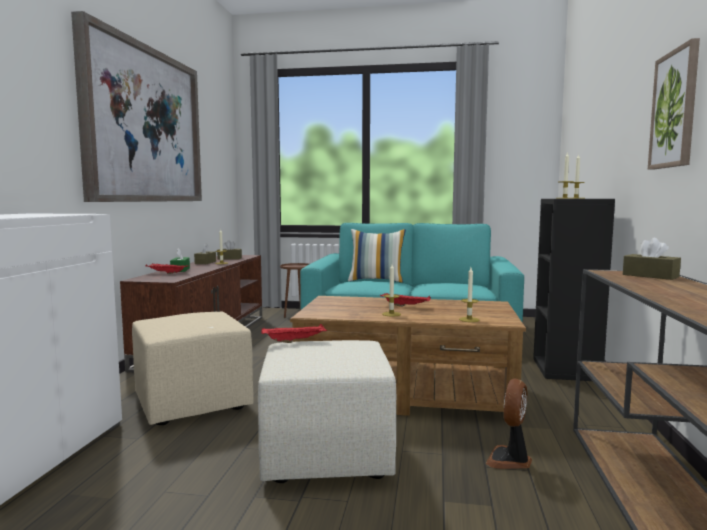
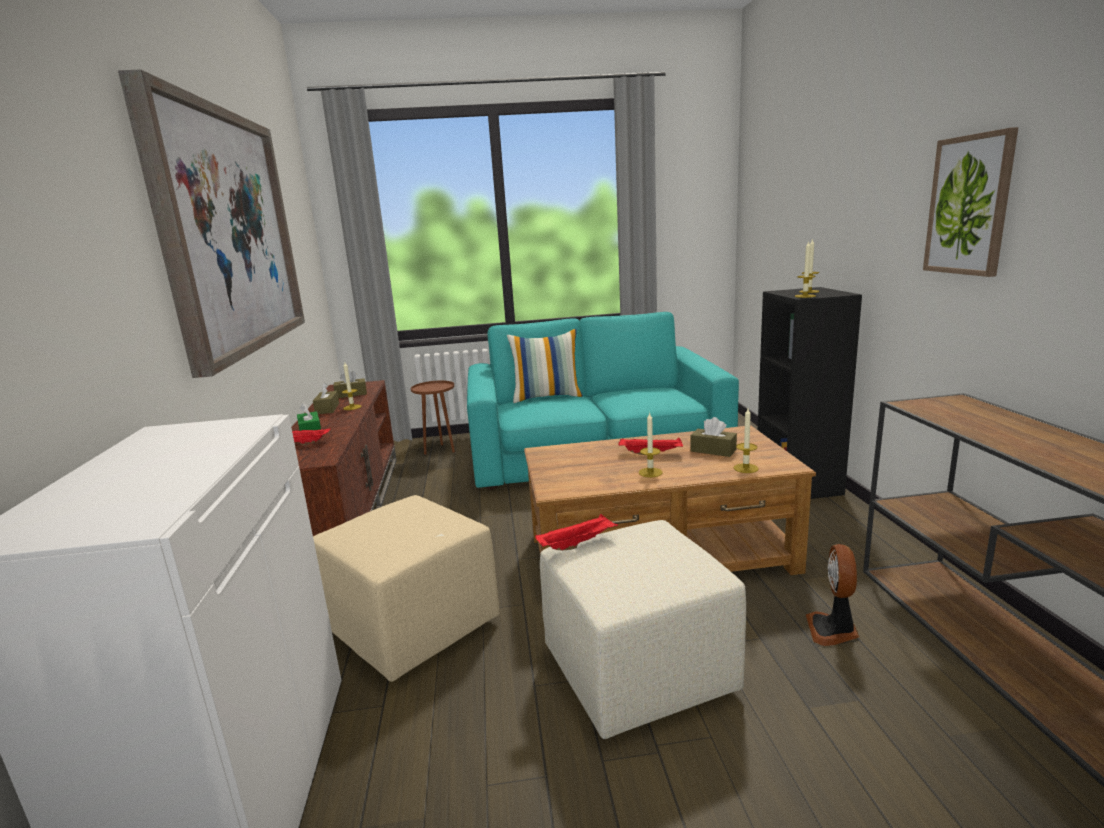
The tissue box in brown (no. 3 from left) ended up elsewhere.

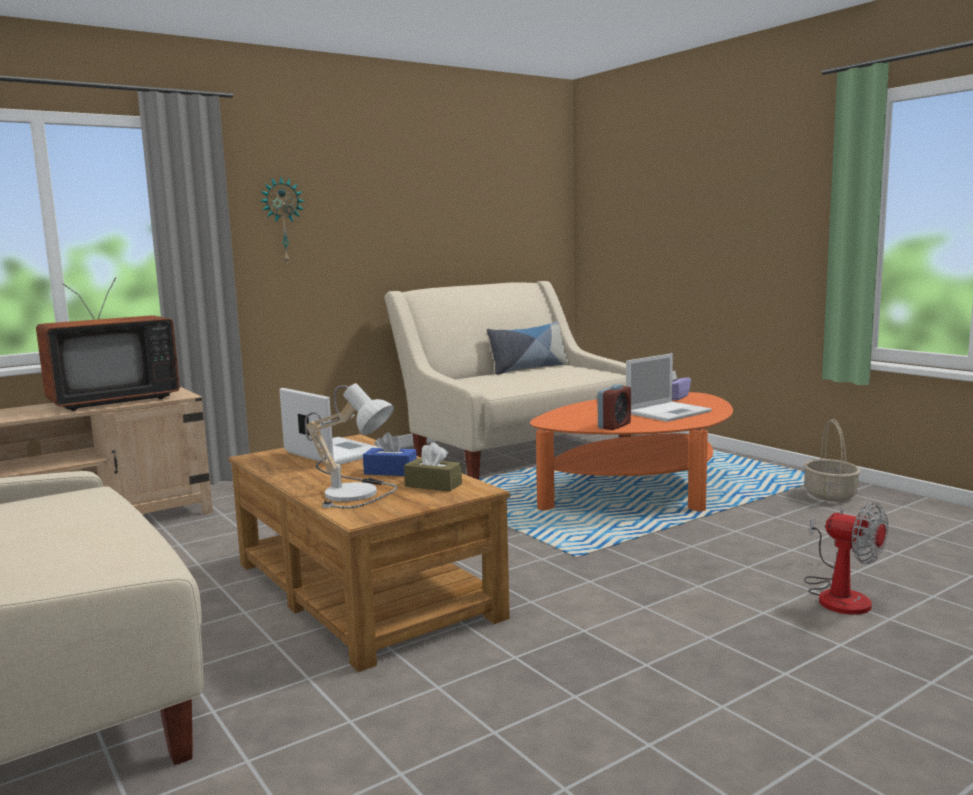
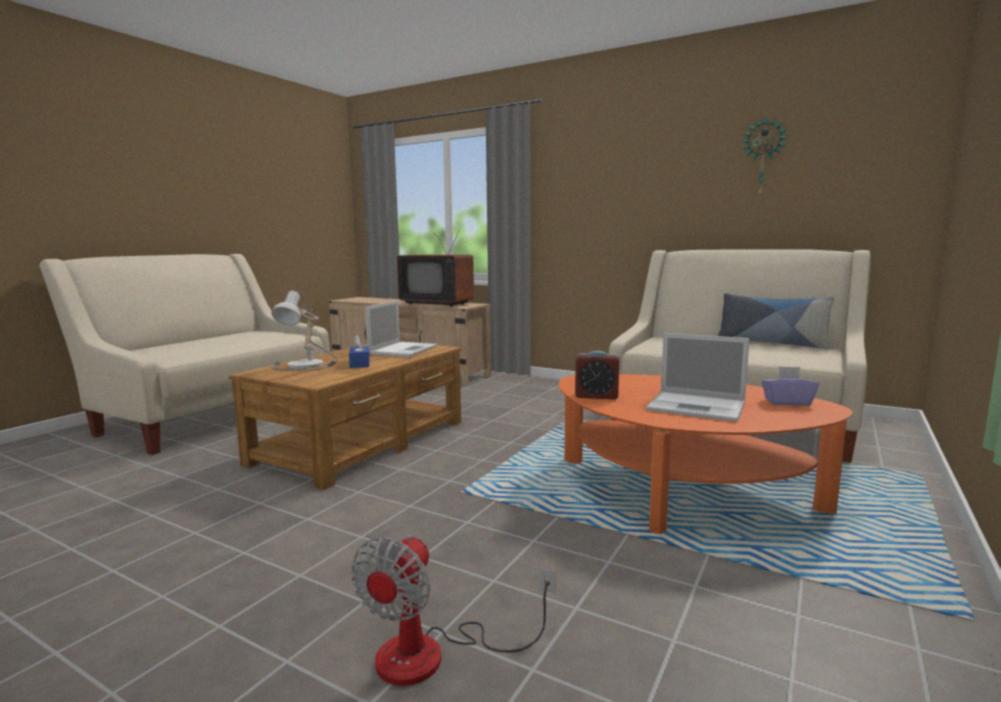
The second view lost the tissue box in brown.
The second view lost the basket.
The wall clock ended up elsewhere.

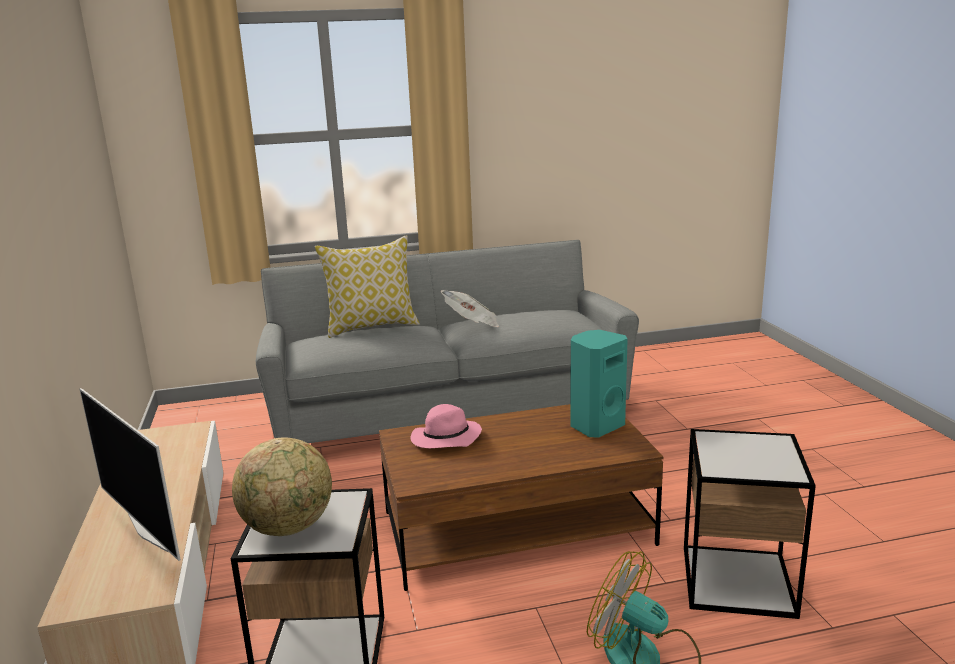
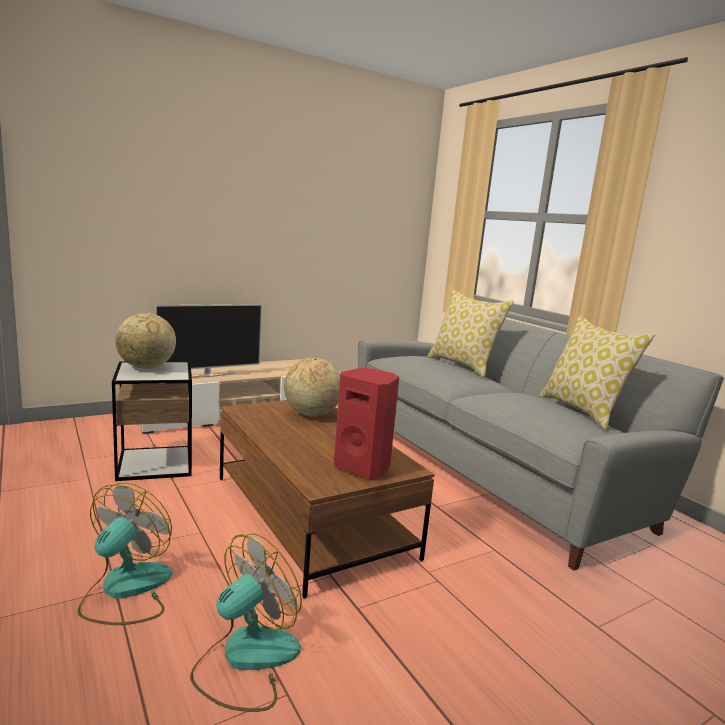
The second view lost the newspaper.
The second view gained the pillow (no. 2 from left).
Where the hat in pink stood, the globe (no. 2 from left) came to stand.
Where the side table (no. 2 from left) stood, the fan (no. 2 from left) came to stand.
What was the speaker in turquoise turned into the speaker in red.
The television ended up facing another way, 150 degrees counterclockwise from before.

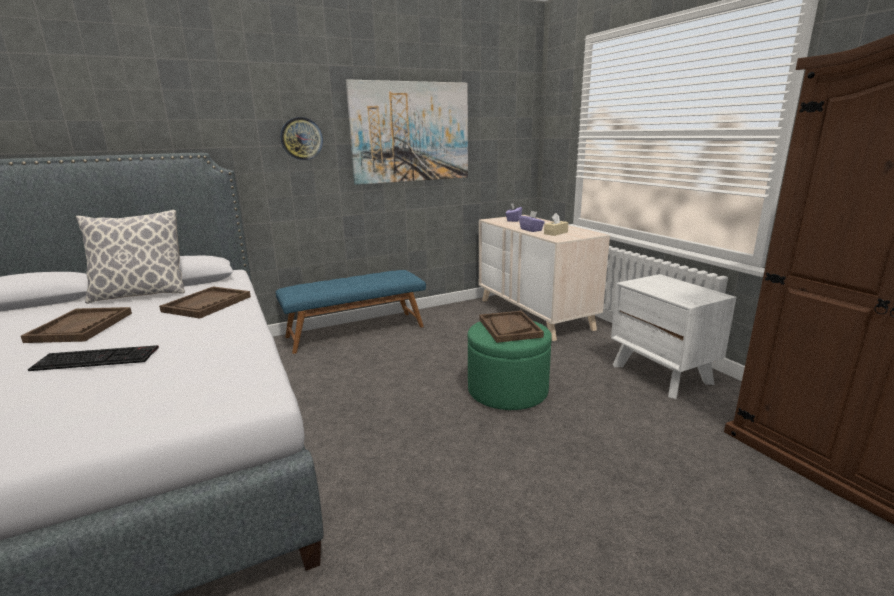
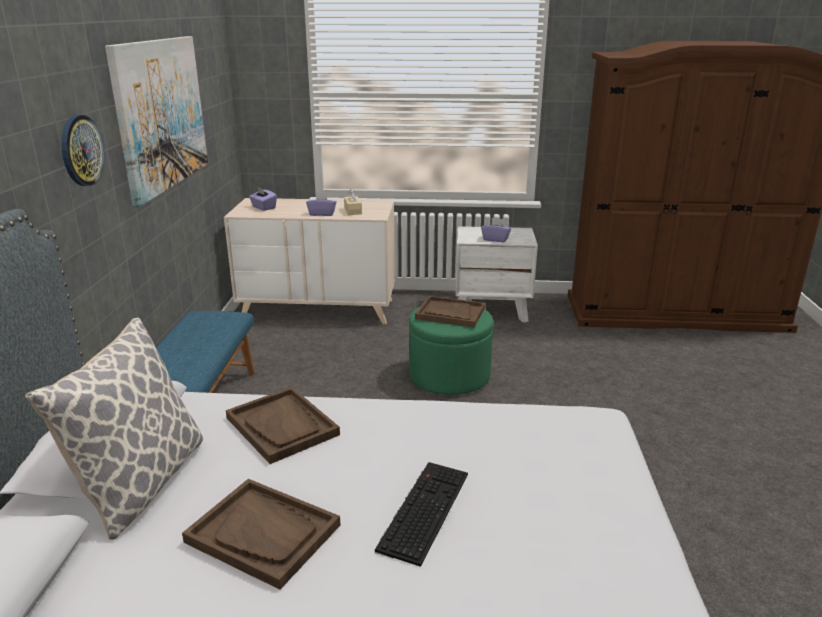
The second view gained the tissue box in purple (no. 3 from left).

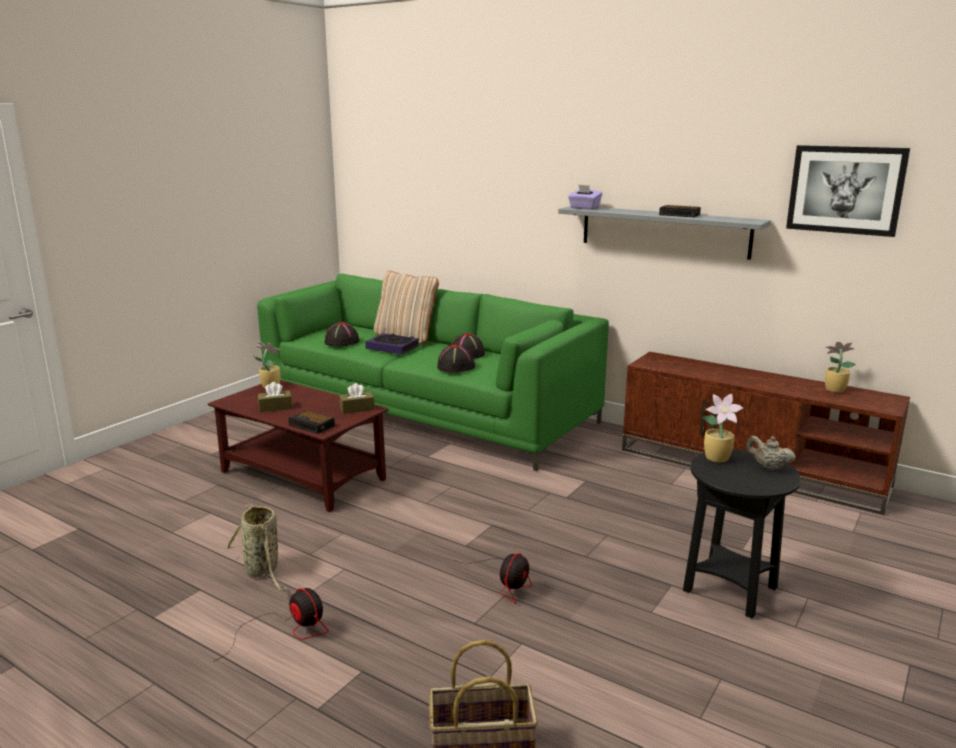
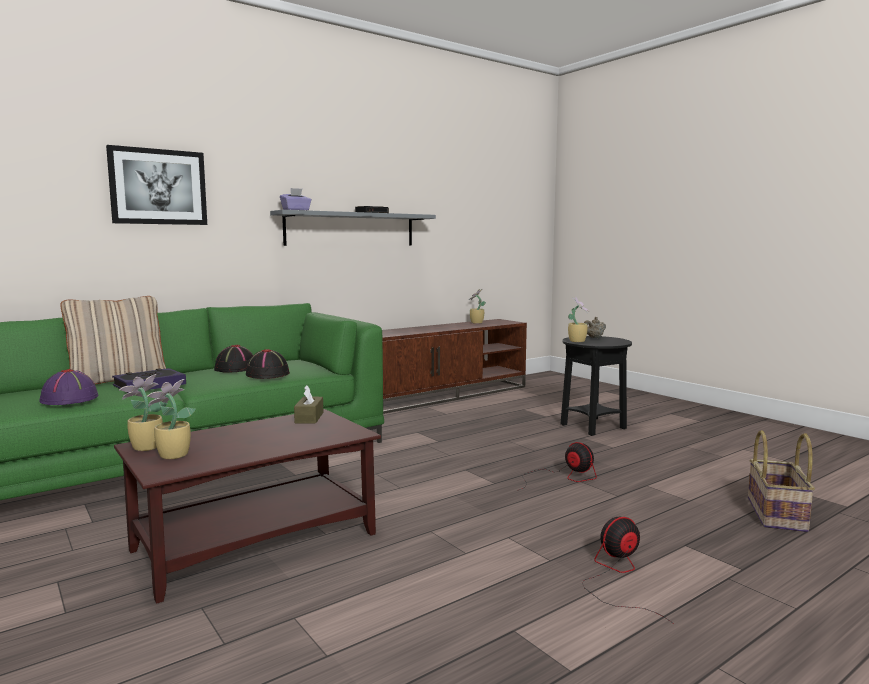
The second view lost the basket (no. 1 from left).
The second view lost the tissue box in brown (no. 1 from left).
The second view lost the alarm clock (no. 1 from left).
The second view gained the potted plant (no. 2 from left).
The picture ended up elsewhere.
What was the hat in black (no. 1 from left) turned into the hat in purple.

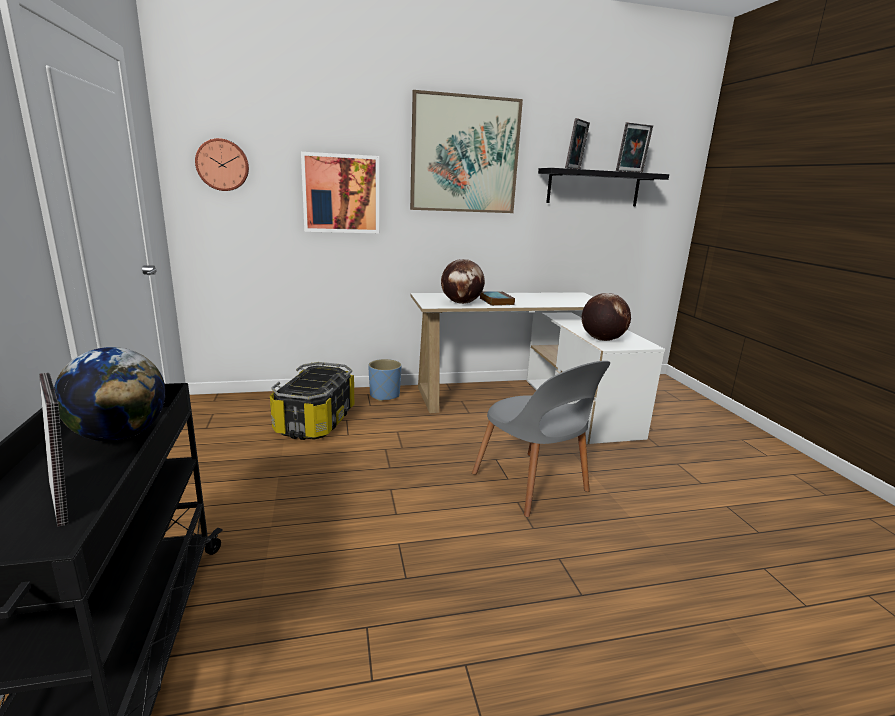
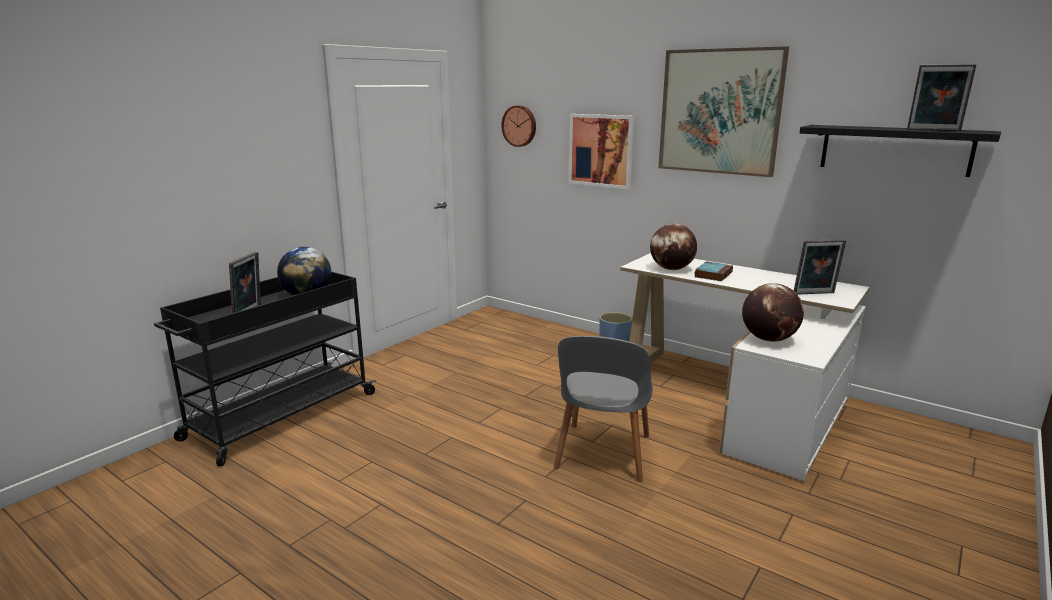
The second view lost the storage box.
The picture frame (no. 2 from left) ended up elsewhere.

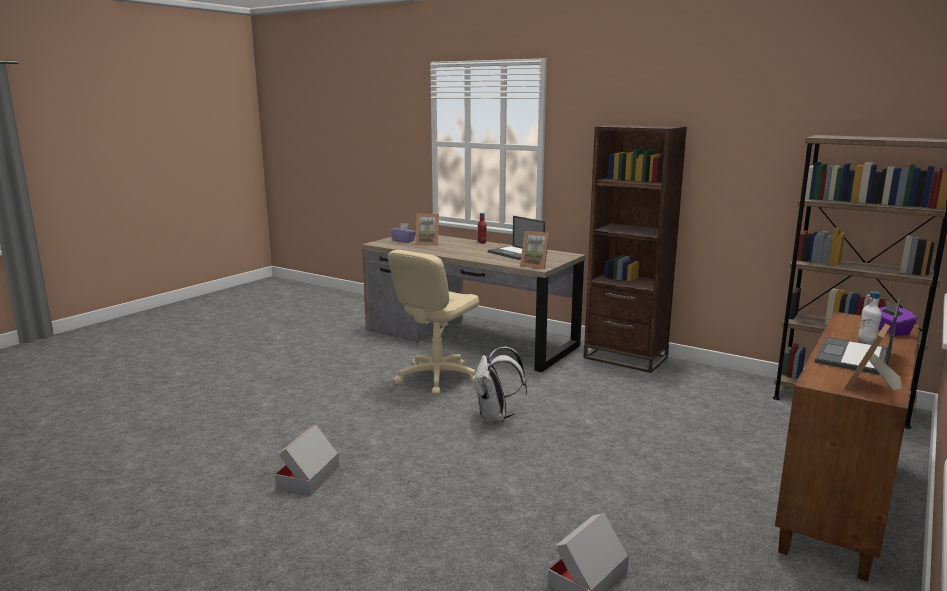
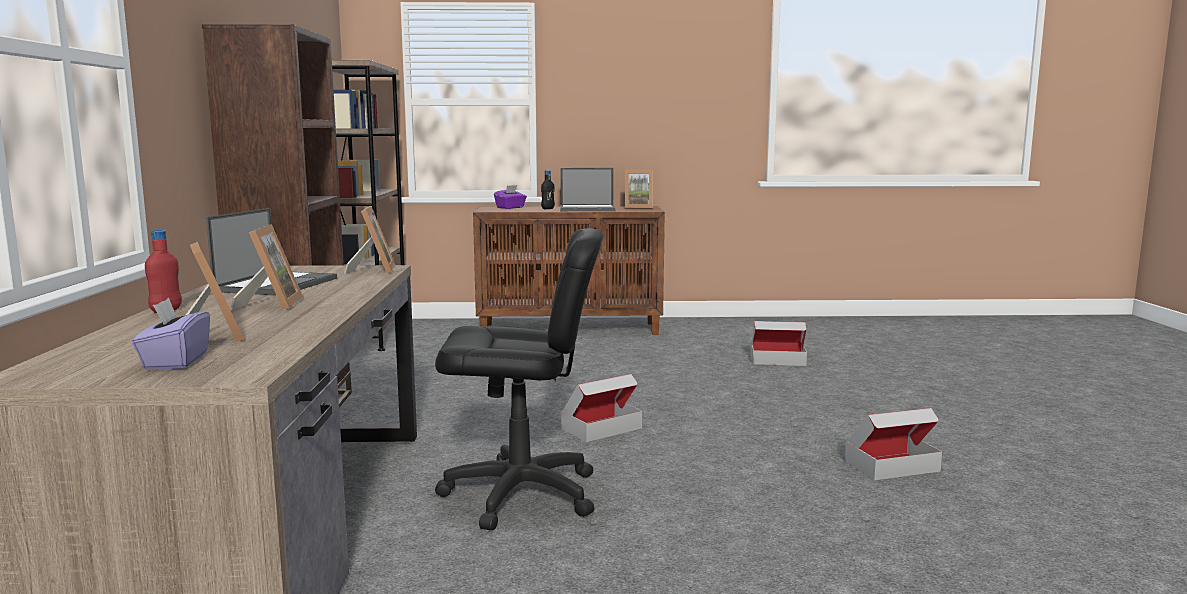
The second view gained the picture frame (no. 2 from left).
Where the backpack in white stood, the cardboard box (no. 1 from left) came to stand.
What was the office chair in beige turned into the office chair in black.
What was the bottle in white turned into the bottle in black.

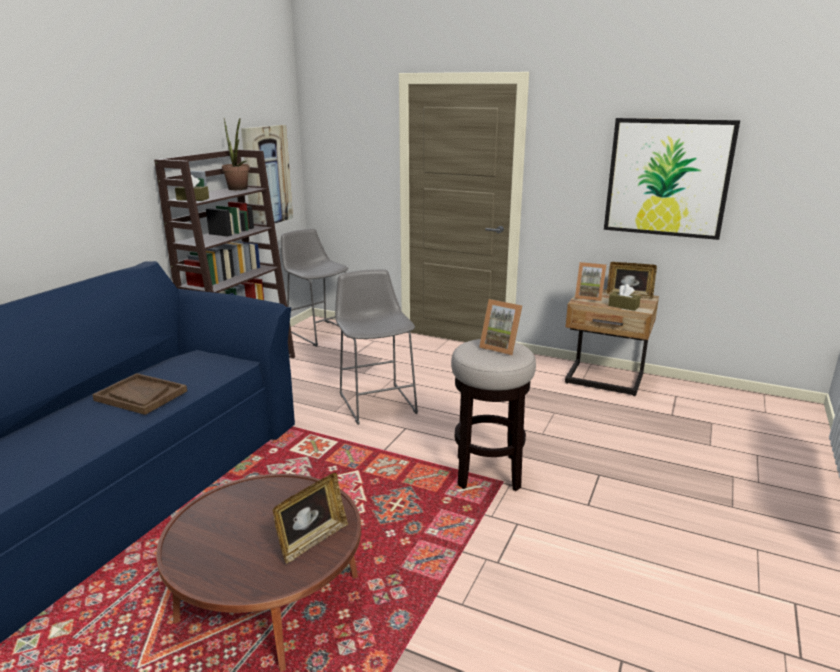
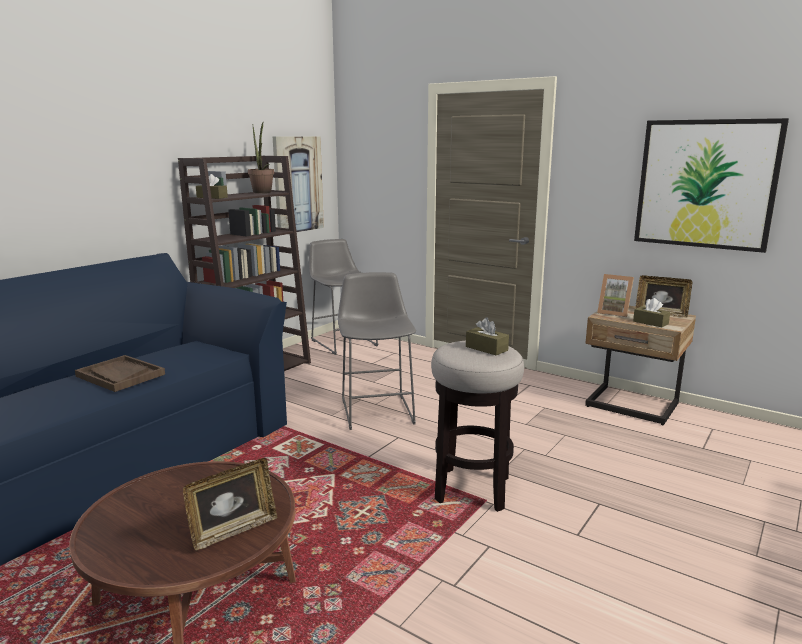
Where the picture frame (no. 2 from left) stood, the tissue box in brown (no. 2 from left) came to stand.

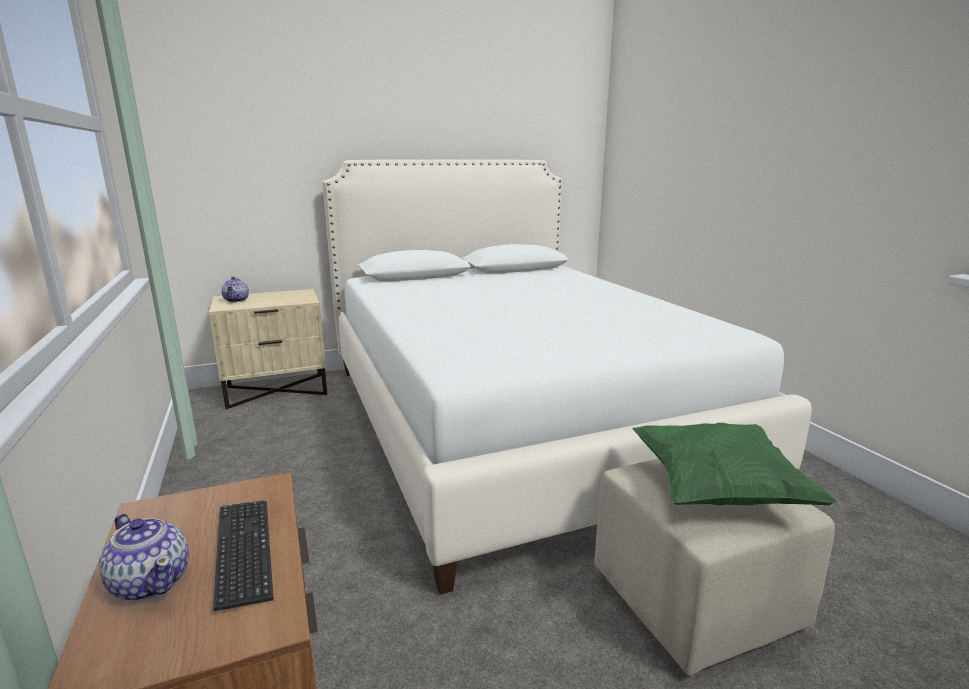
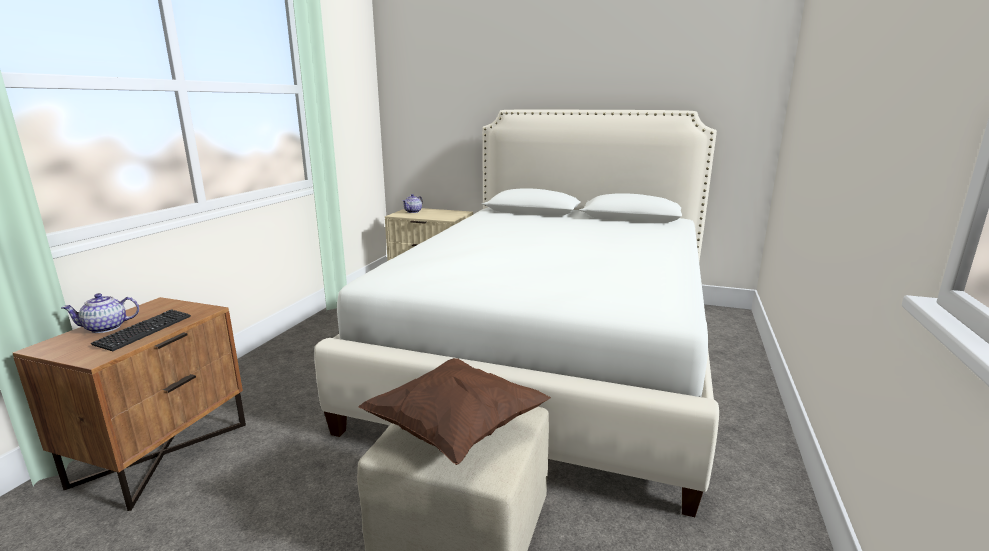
What was the pillow in green turned into the pillow in brown.
The teapot (no. 1 from left) ended up facing another way, 75 degrees clockwise from before.

